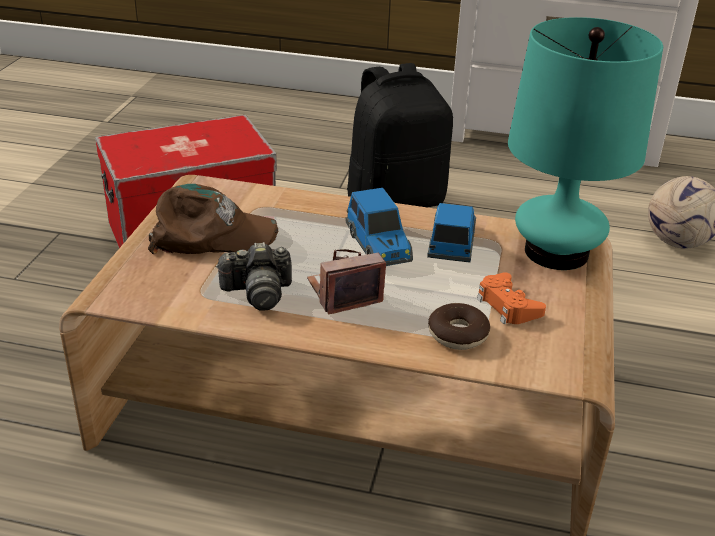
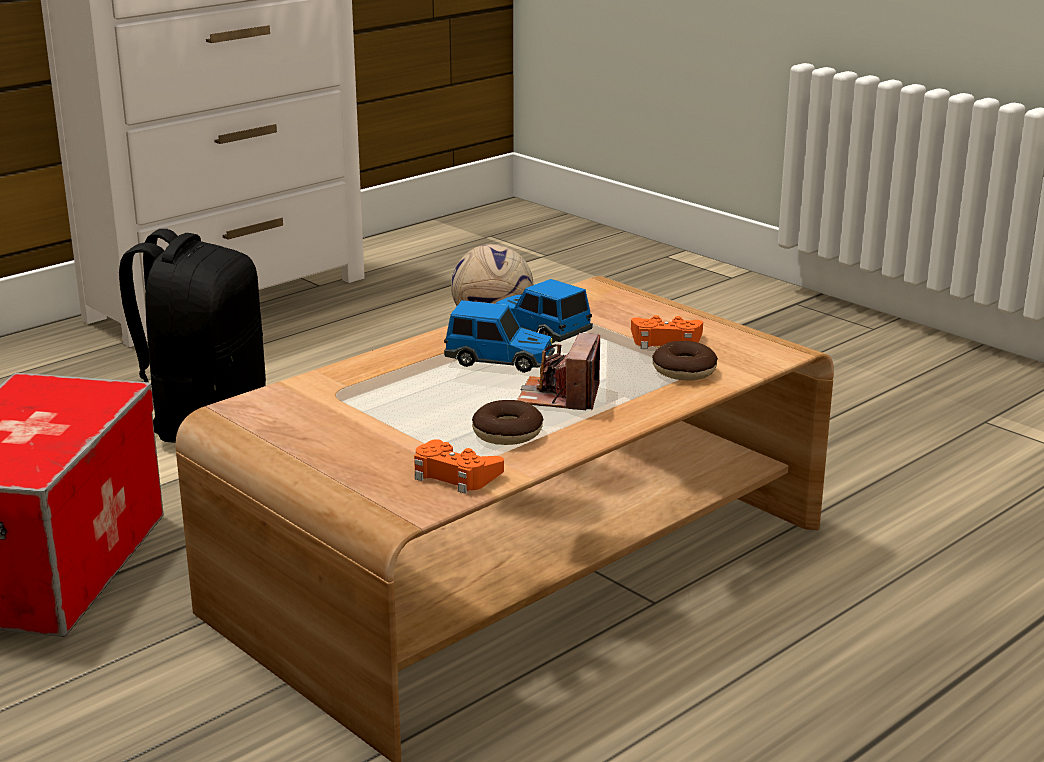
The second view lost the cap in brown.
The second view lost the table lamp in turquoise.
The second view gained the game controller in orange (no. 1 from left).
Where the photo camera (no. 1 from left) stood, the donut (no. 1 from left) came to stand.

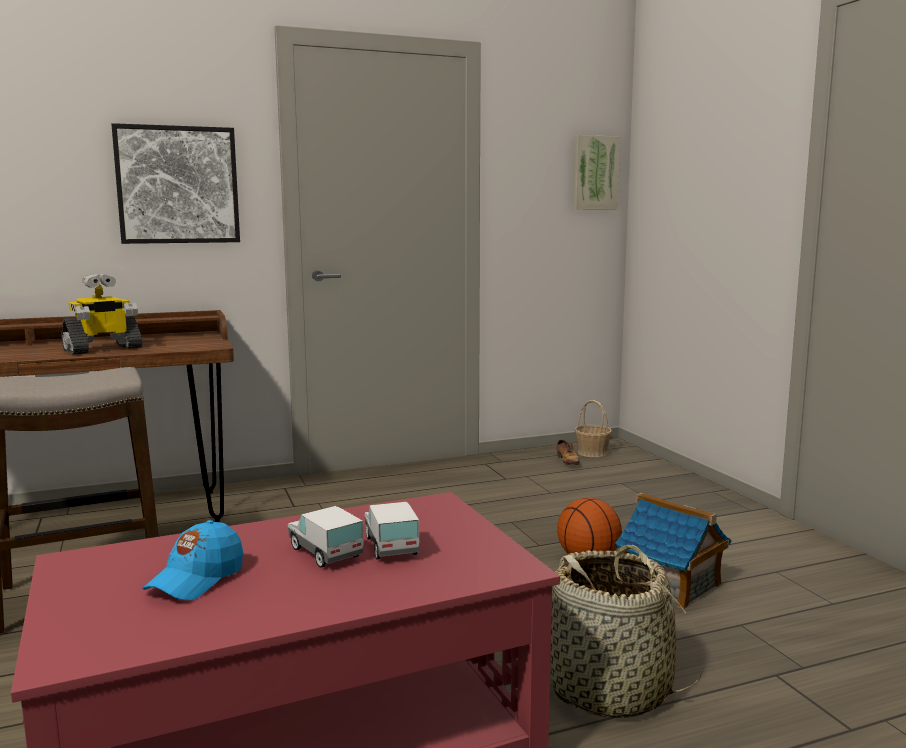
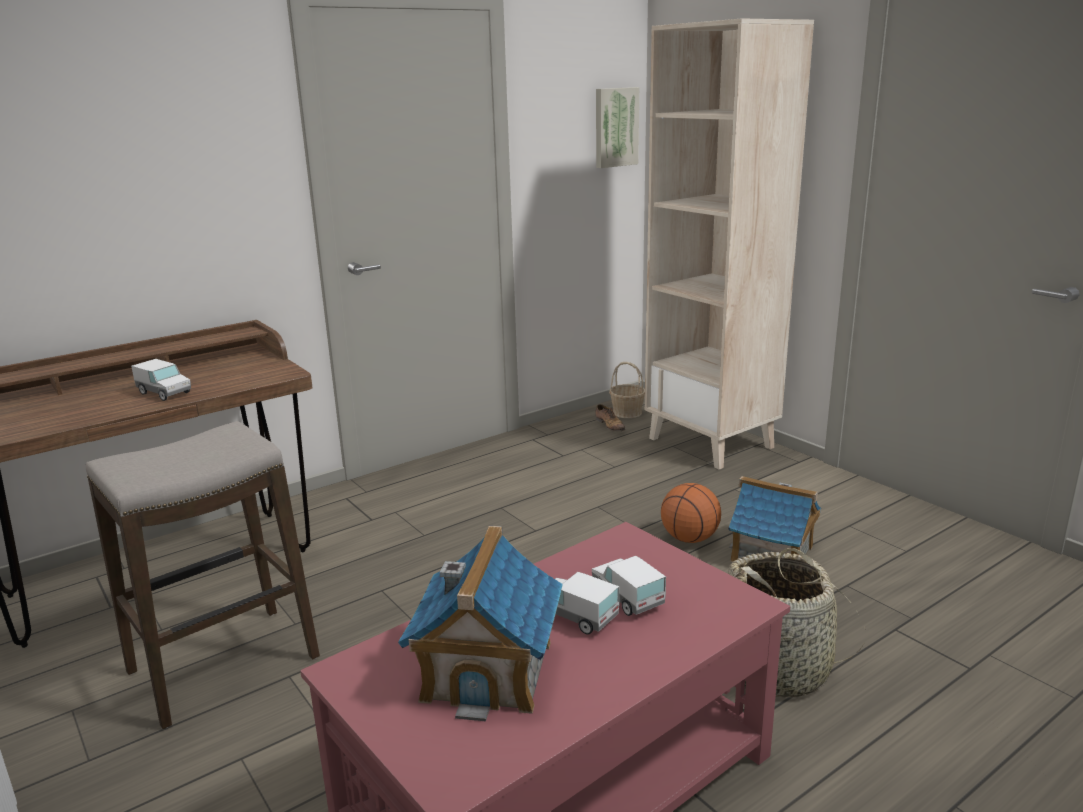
The second view lost the picture (no. 1 from left).
The second view gained the bookcase in beige.
Where the toy robot stood, the toy truck (no. 1 from left) came to stand.
Where the cap in blue stood, the toy house (no. 1 from left) came to stand.

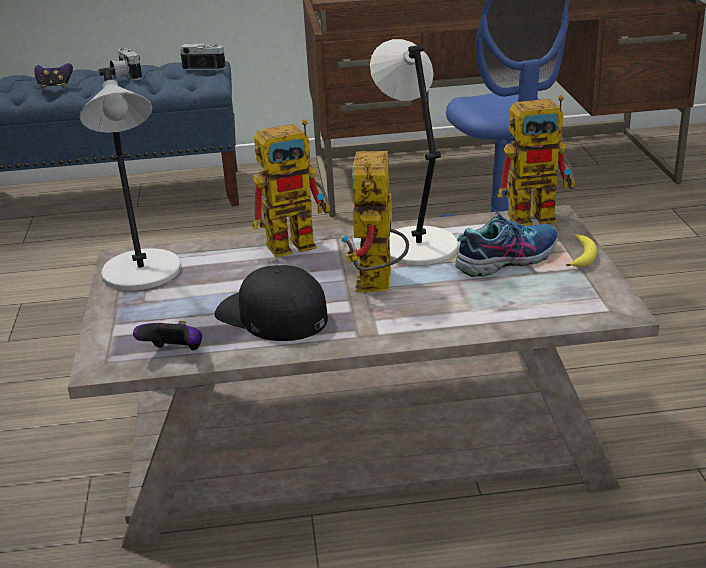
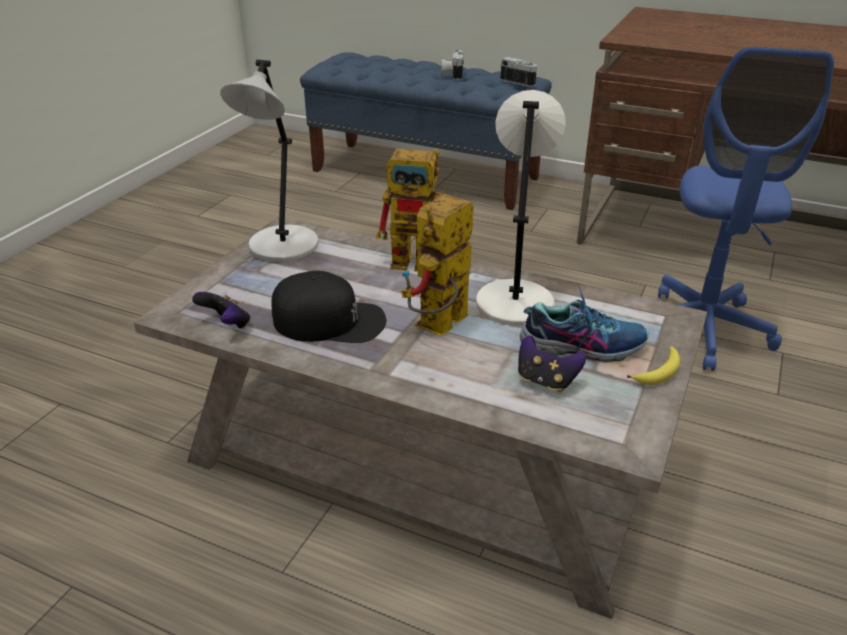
The second view lost the toy robot (no. 3 from left).
The game controller (no. 1 from left in the first image) ended up elsewhere.
The cap in black ended up facing another way, 120 degrees clockwise from before.

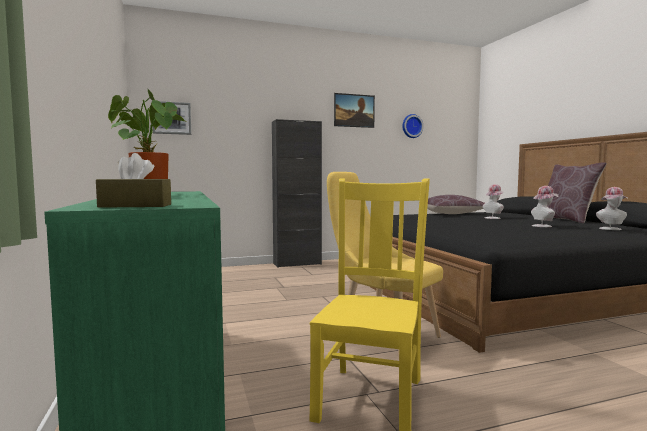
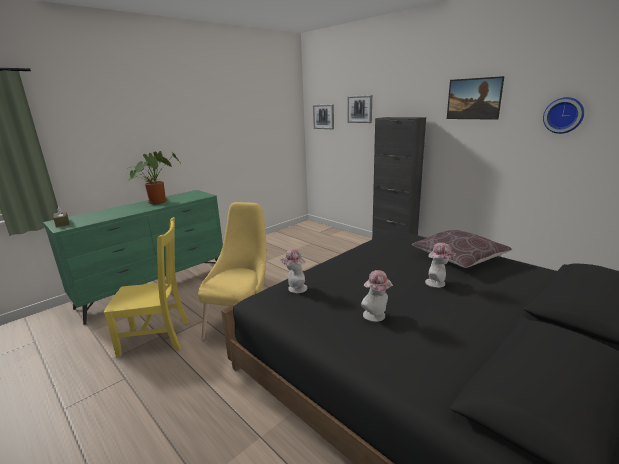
The second view lost the pillow in brown (no. 2 from left).
The second view gained the picture (no. 2 from left).
The hat (no. 3 from left in the first image) ended up elsewhere.

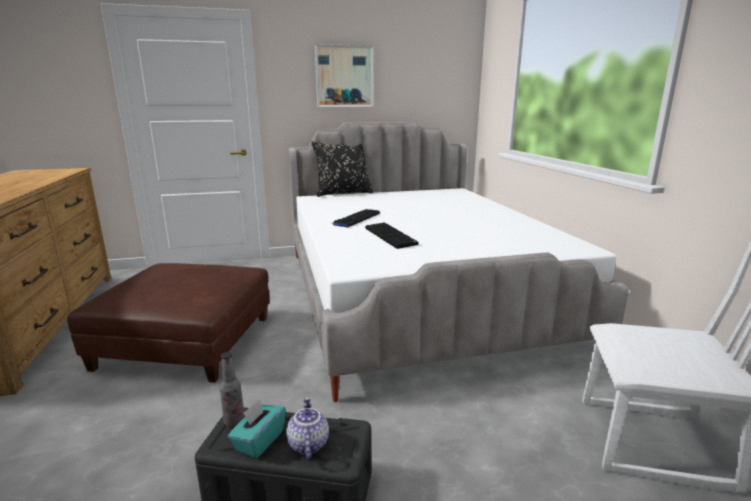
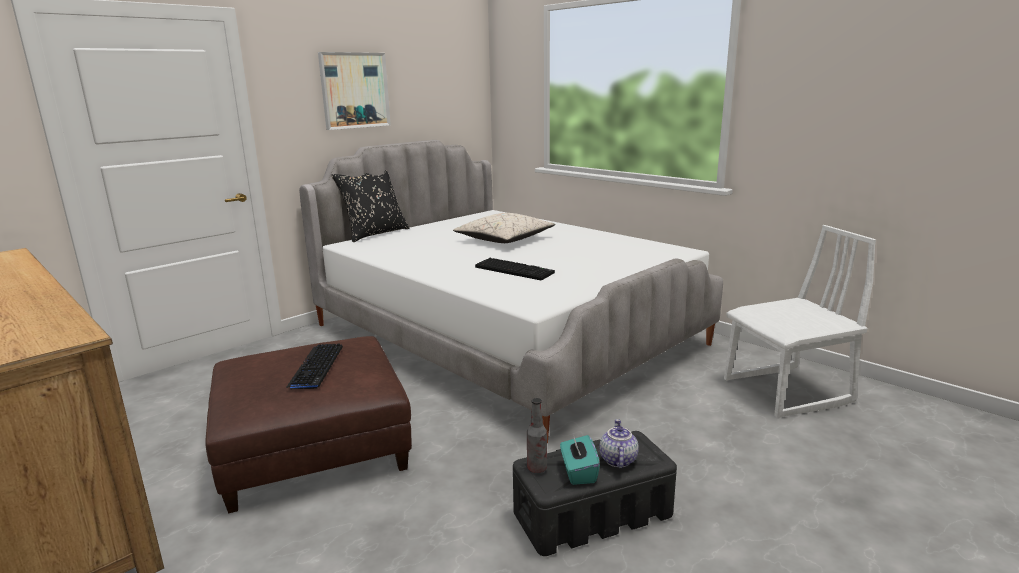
The second view gained the pillow in beige.
The keyboard (no. 1 from left) ended up elsewhere.
The teapot ended up facing another way, 45 degrees clockwise from before.

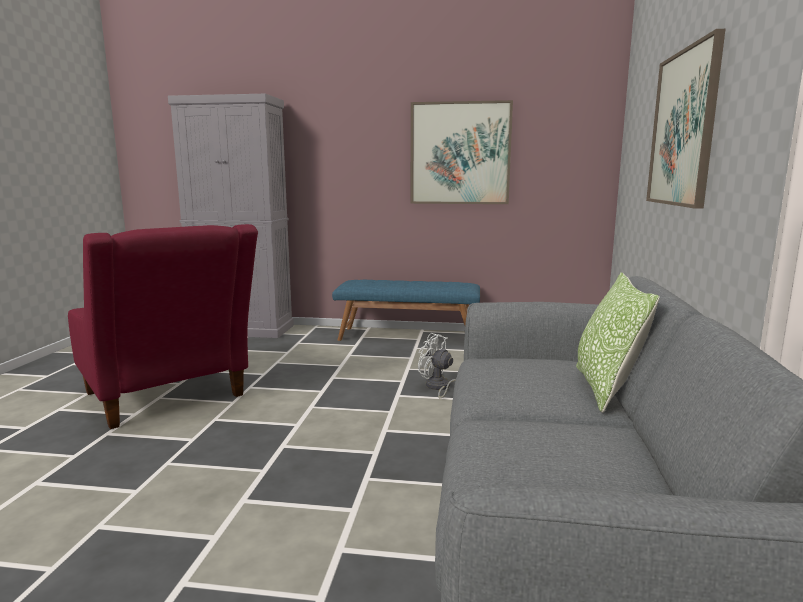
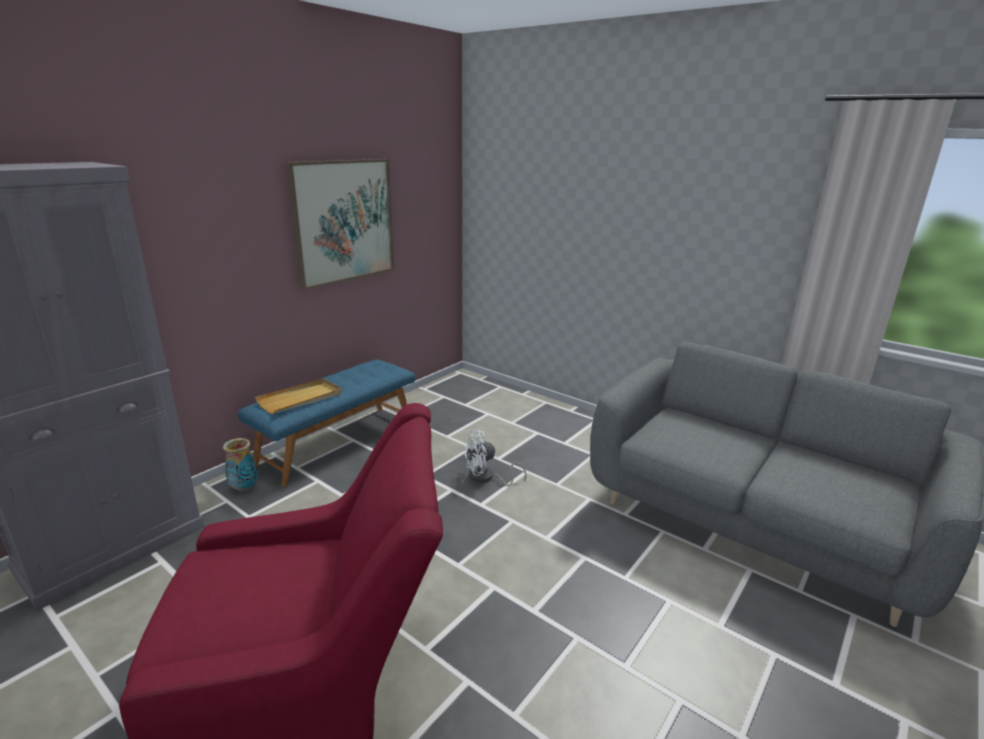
The second view lost the pillow.
The second view lost the picture (no. 2 from left).
The second view gained the vase.
The second view gained the tray in beige.

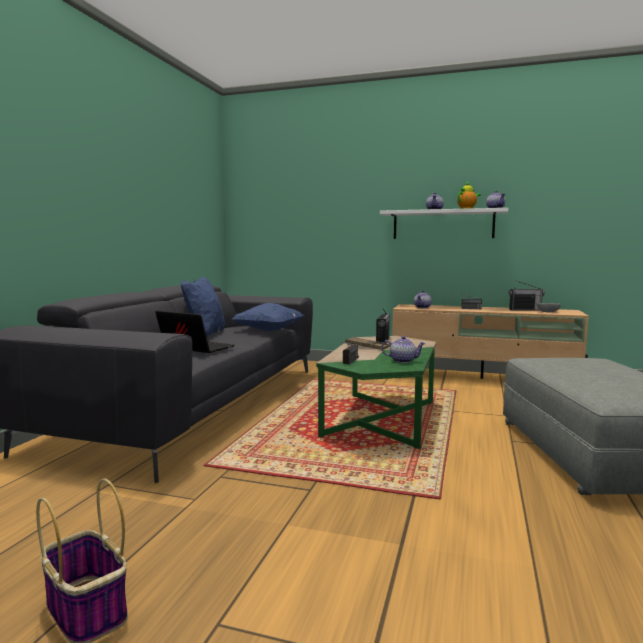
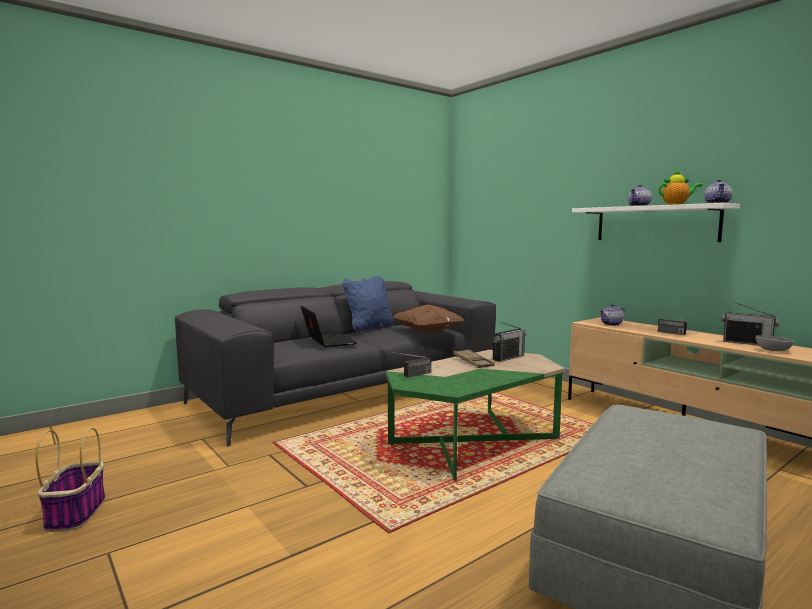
The second view lost the teapot (no. 1 from left).
What was the pillow in blue (no. 2 from left) turned into the pillow in brown.

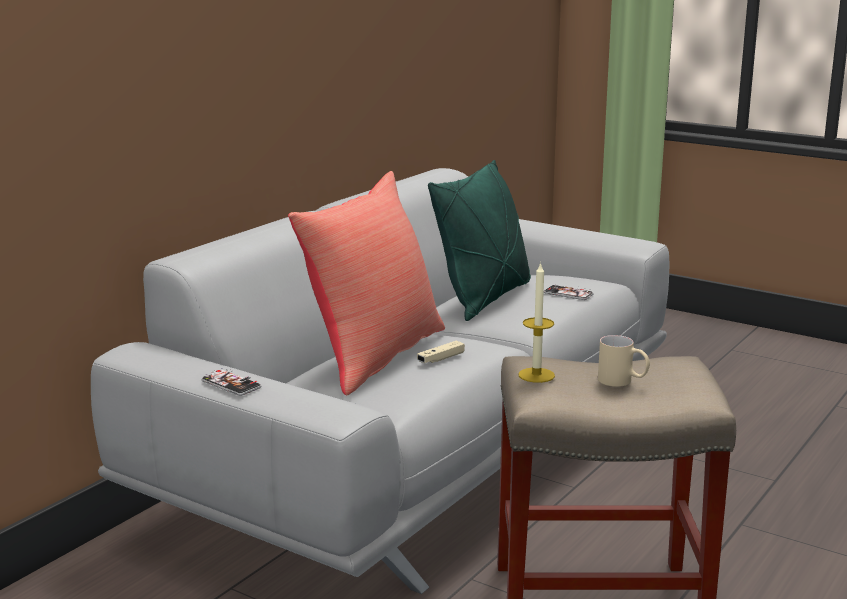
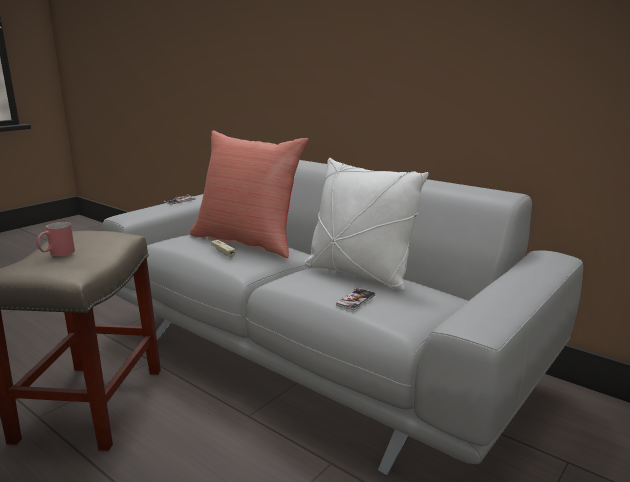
The second view lost the candle.
What was the pillow in green turned into the pillow in white.
What was the mug in beige turned into the mug in red.

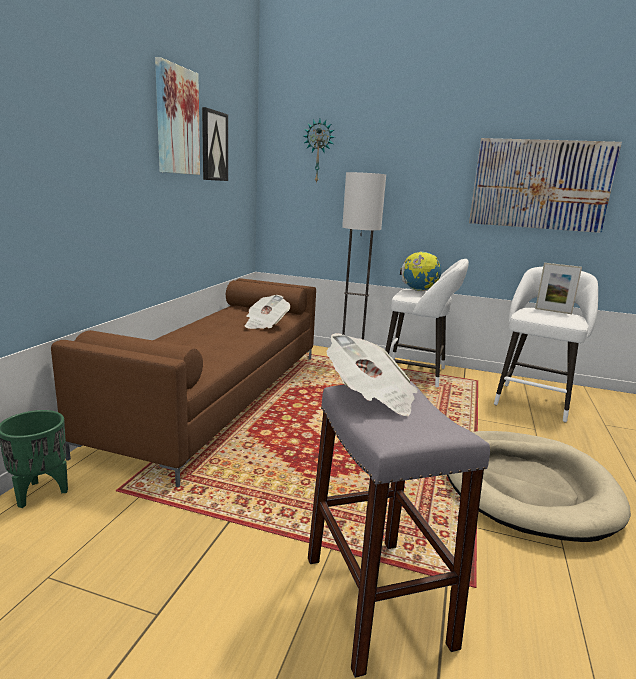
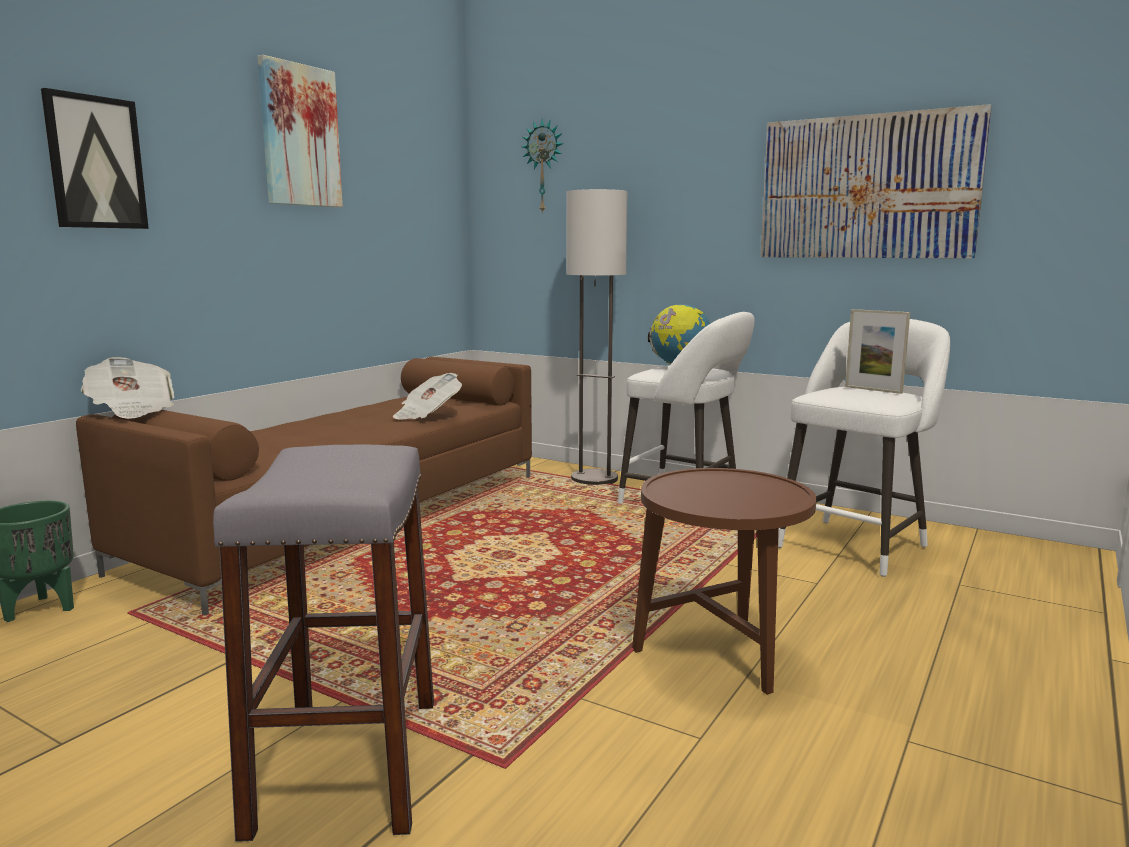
The picture (no. 2 from left in the first image) ended up elsewhere.
The newspaper (no. 2 from left in the first image) ended up elsewhere.
Where the dog bed in beige stood, the side table in brown came to stand.

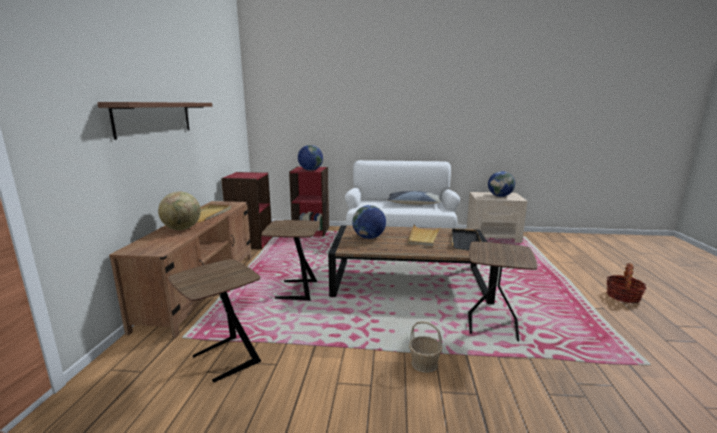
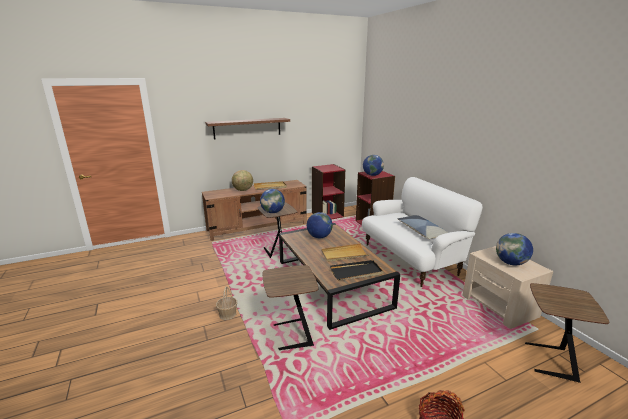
The second view gained the globe (no. 2 from left).
The side table in brown (no. 1 from left in the first image) ended up elsewhere.

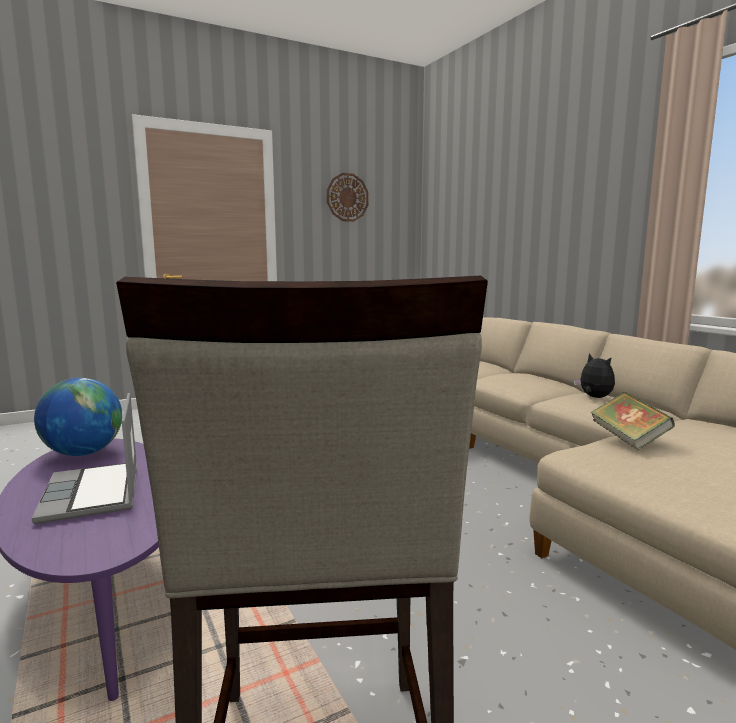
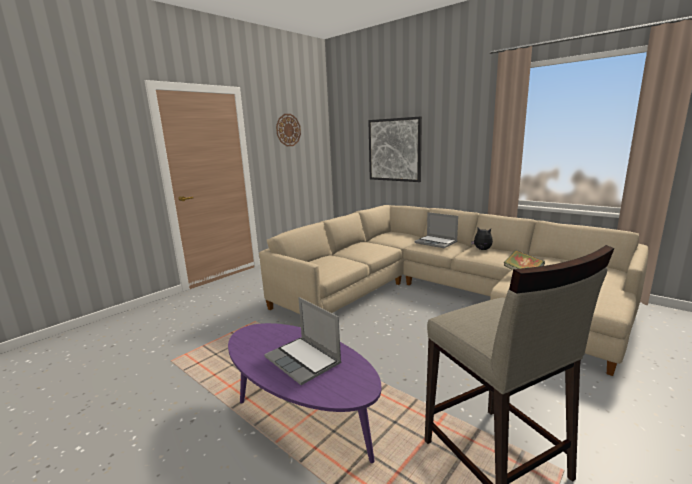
The second view lost the globe.
The second view gained the picture.
The second view gained the laptop (no. 2 from left).

